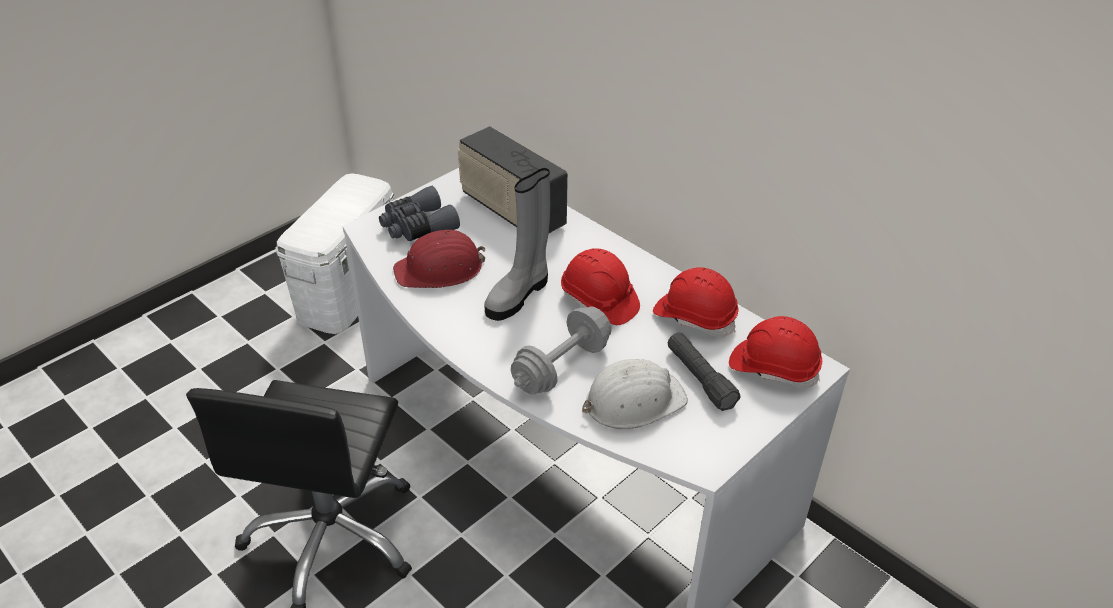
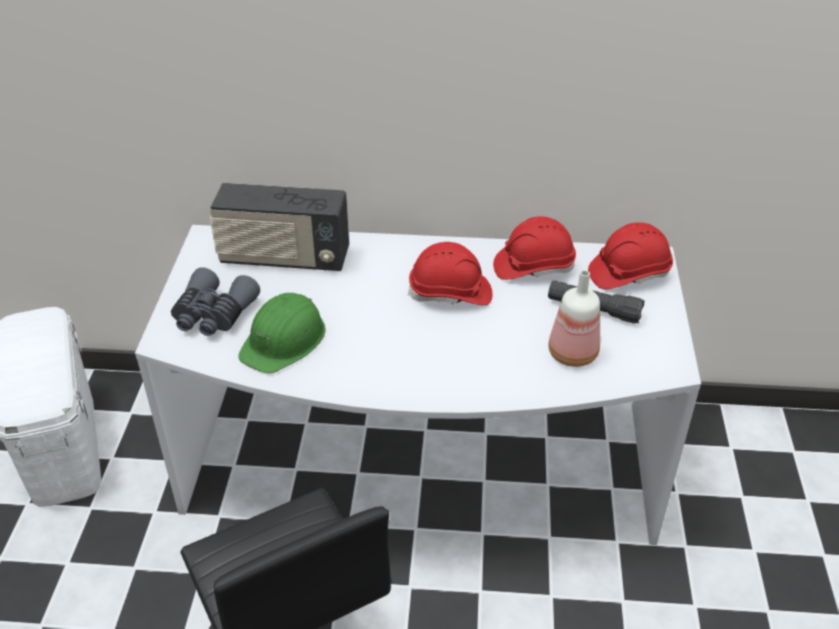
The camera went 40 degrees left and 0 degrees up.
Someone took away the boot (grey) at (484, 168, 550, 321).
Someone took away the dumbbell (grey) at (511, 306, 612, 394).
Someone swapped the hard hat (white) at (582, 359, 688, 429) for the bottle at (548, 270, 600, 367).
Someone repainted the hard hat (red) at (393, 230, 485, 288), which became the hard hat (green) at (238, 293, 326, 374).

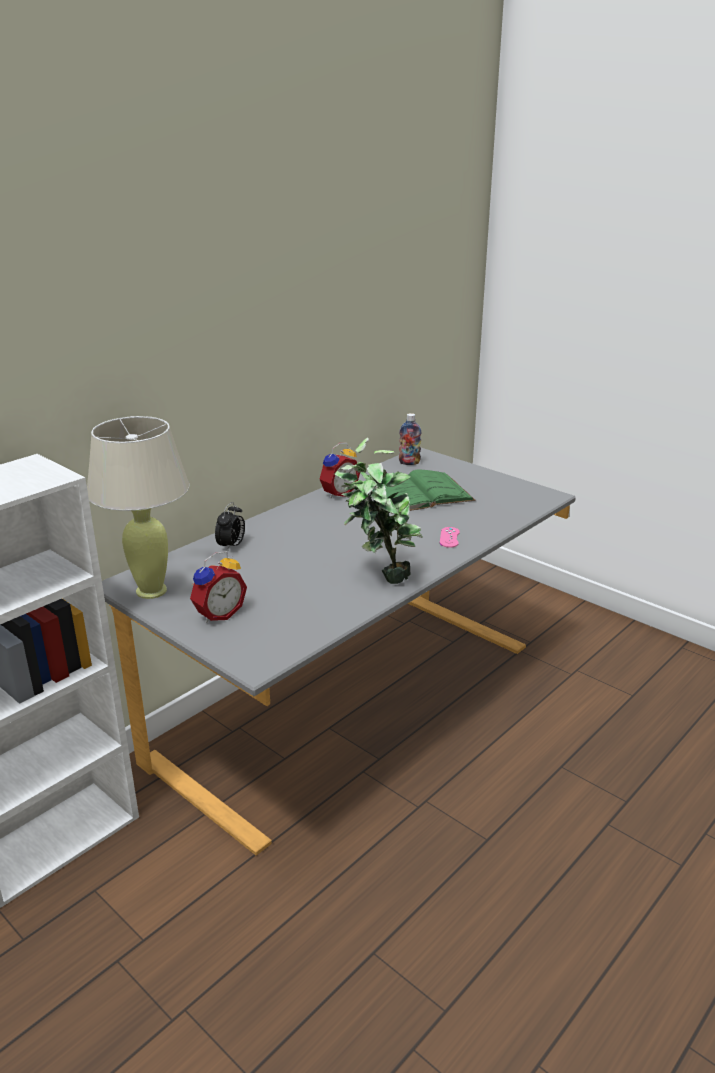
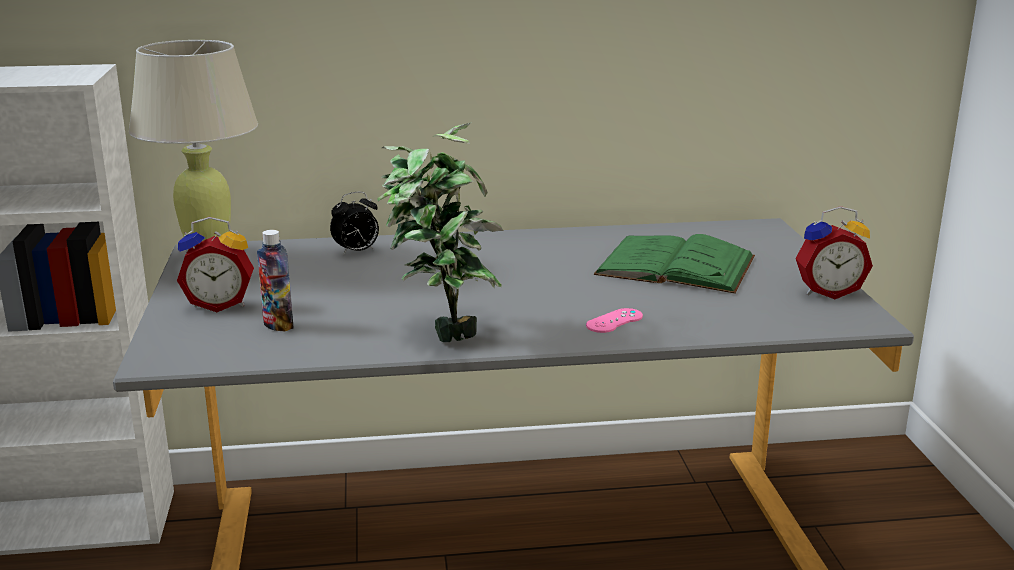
The camera went 40 degrees right and 5 degrees down.
Someone carried the alarm clock from (320, 443, 360, 499) to (795, 206, 873, 299).
Someone carried the bottle from (399, 413, 422, 465) to (257, 230, 294, 332).

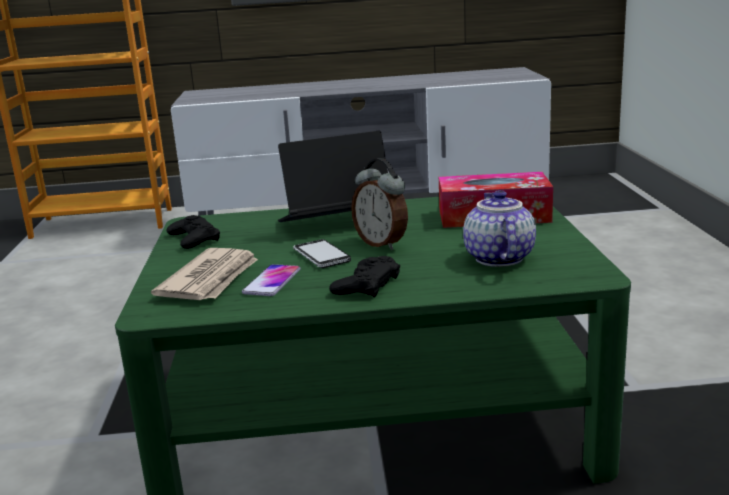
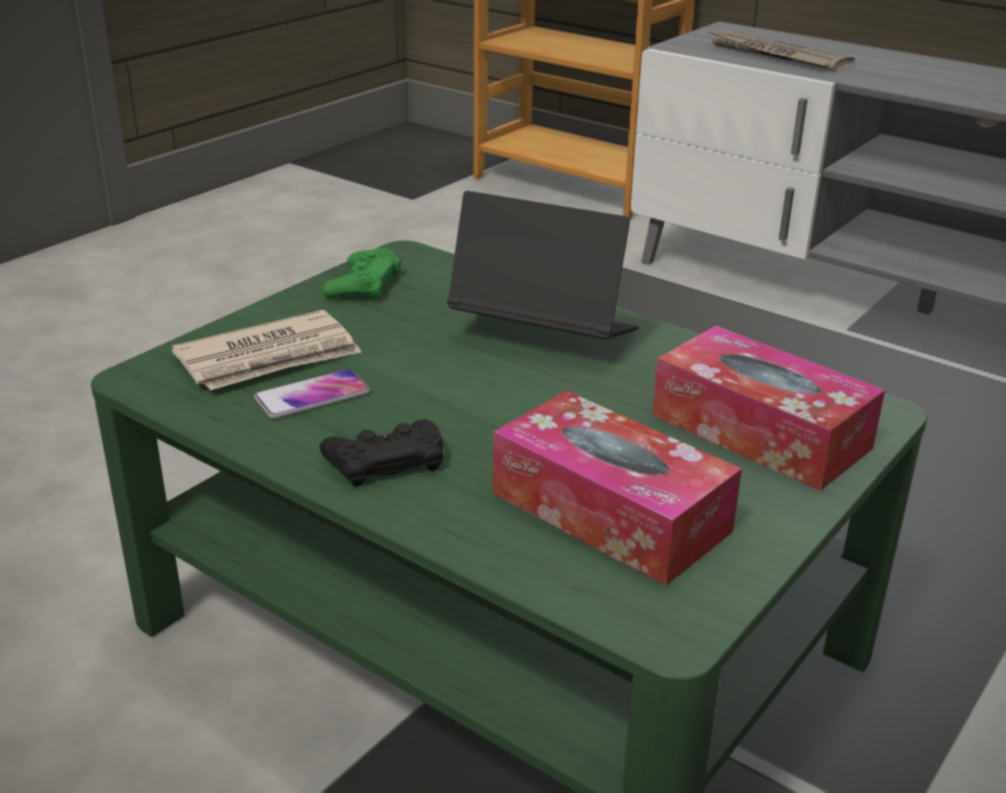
The camera went 40 degrees right and 10 degrees up.
Someone took away the phone at (293, 239, 351, 268).
Someone took away the alarm clock at (351, 158, 408, 250).
Someone put down the newspaper at (707, 31, 855, 71).
Someone swapped the teapot at (463, 190, 536, 267) for the tissue box at (493, 391, 742, 586).
Someone repainted the game controller (black) at (167, 215, 220, 249), which became the game controller (green) at (322, 248, 402, 300).

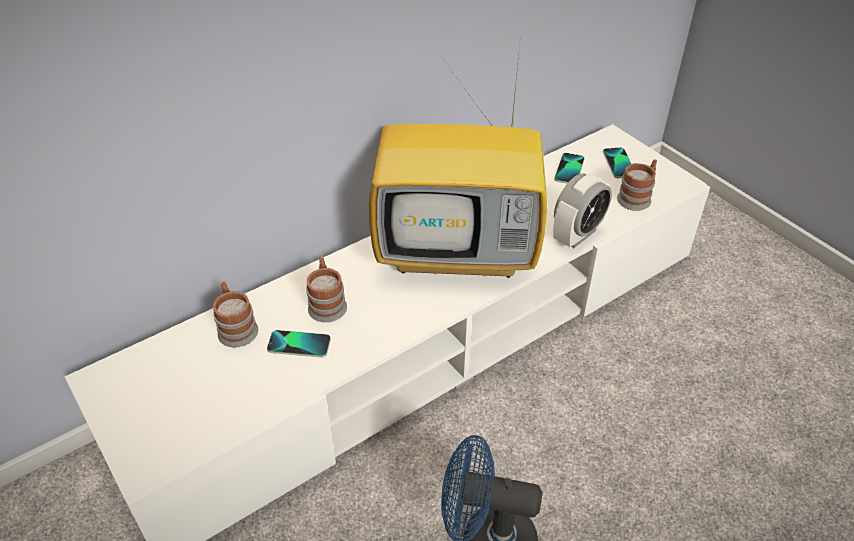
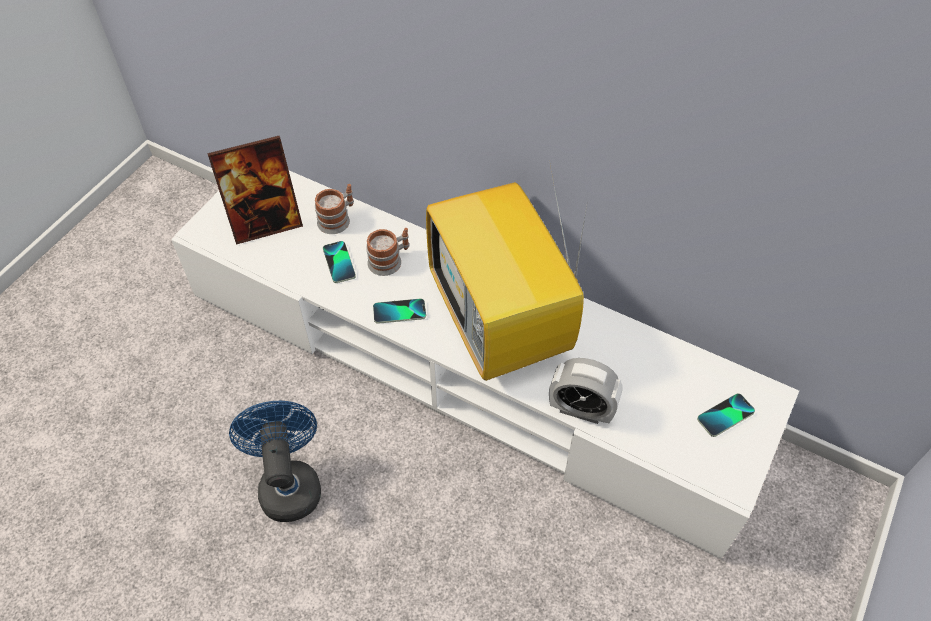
The camera went 65 degrees right and 10 degrees up.
Someone took away the mug at (617, 159, 657, 211).
Someone put down the picture frame at (207, 136, 303, 245).
Someone carried the phone from (554, 153, 584, 184) to (373, 298, 426, 324).

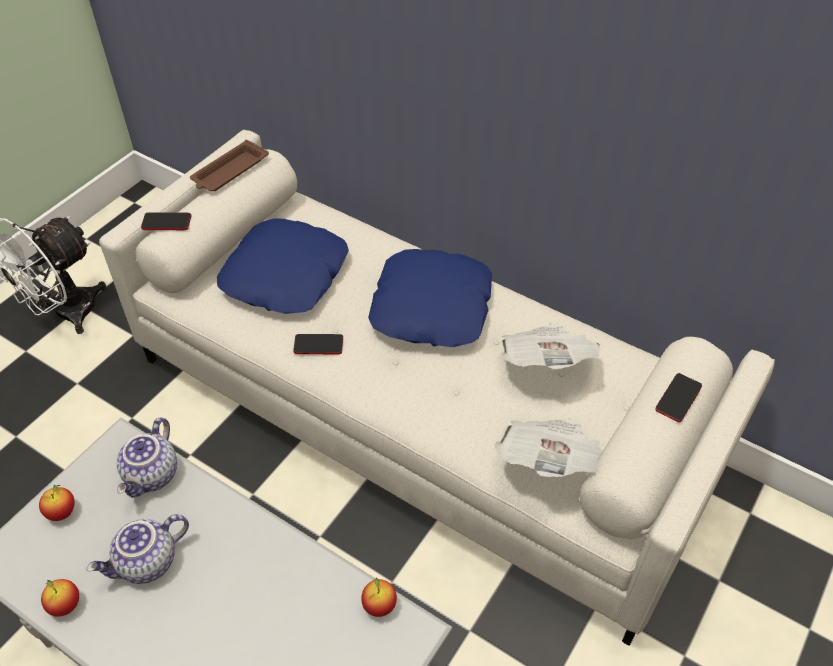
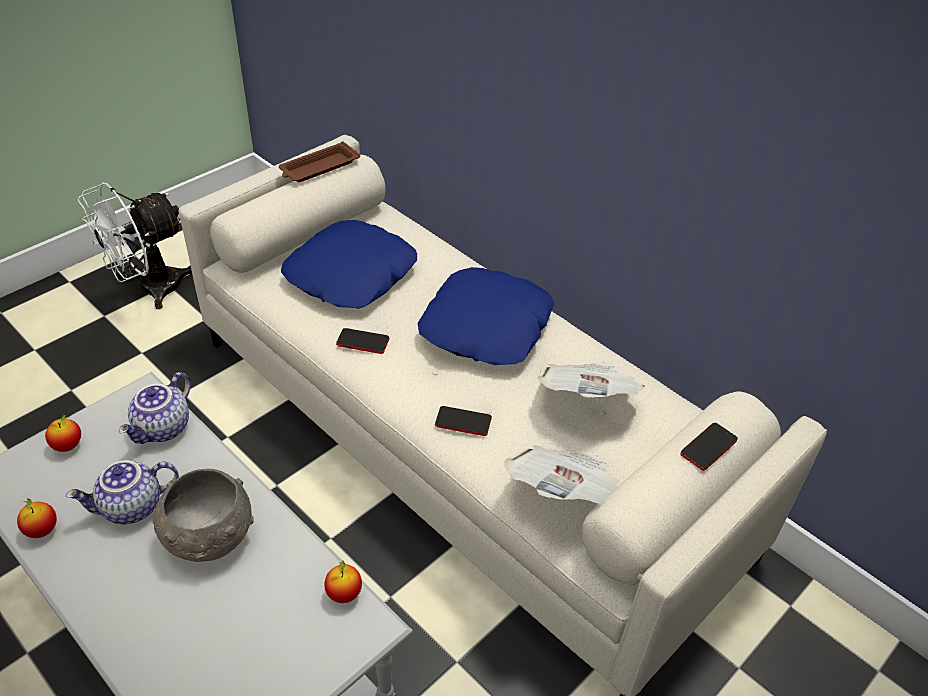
The camera went 10 degrees right and 5 degrees down.
Someone put down the bowl (grey) at (153, 469, 254, 562).
Someone carried the phone from (141, 212, 192, 230) to (435, 406, 492, 436).

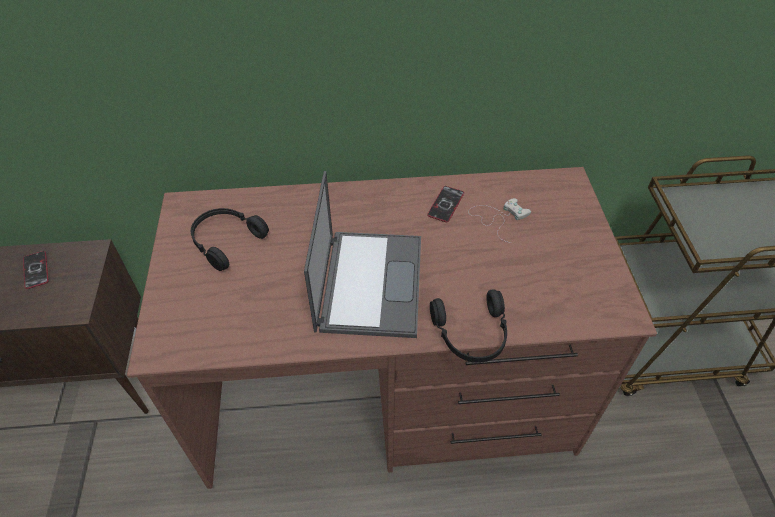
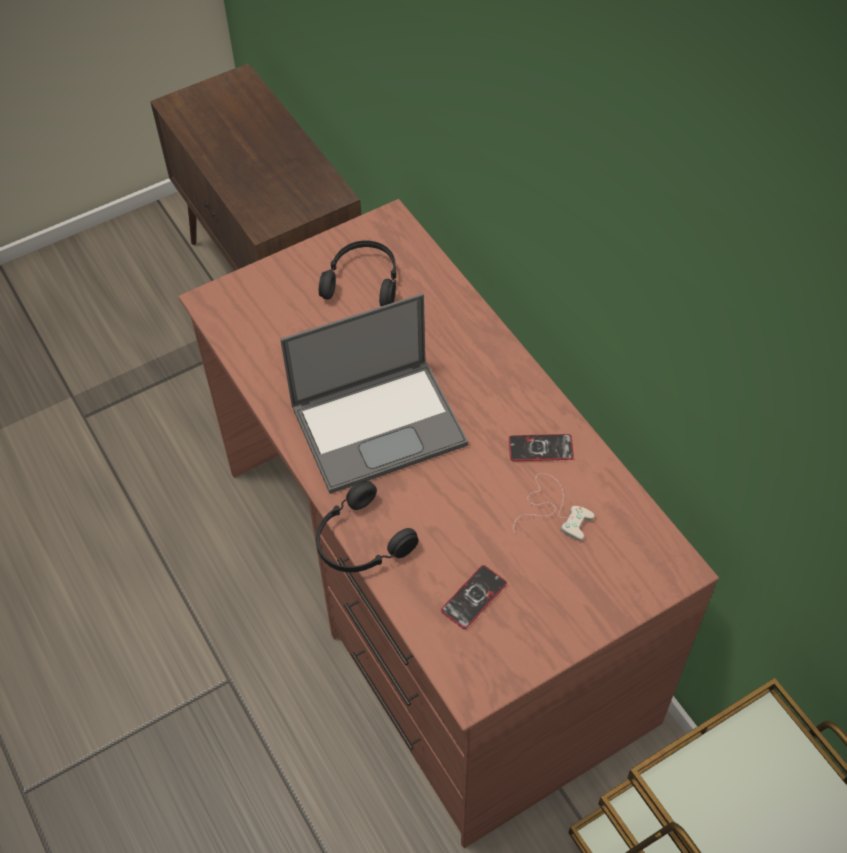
The camera went 65 degrees right and 5 degrees up.
Someone carried the phone from (23, 251, 49, 289) to (441, 565, 507, 629).

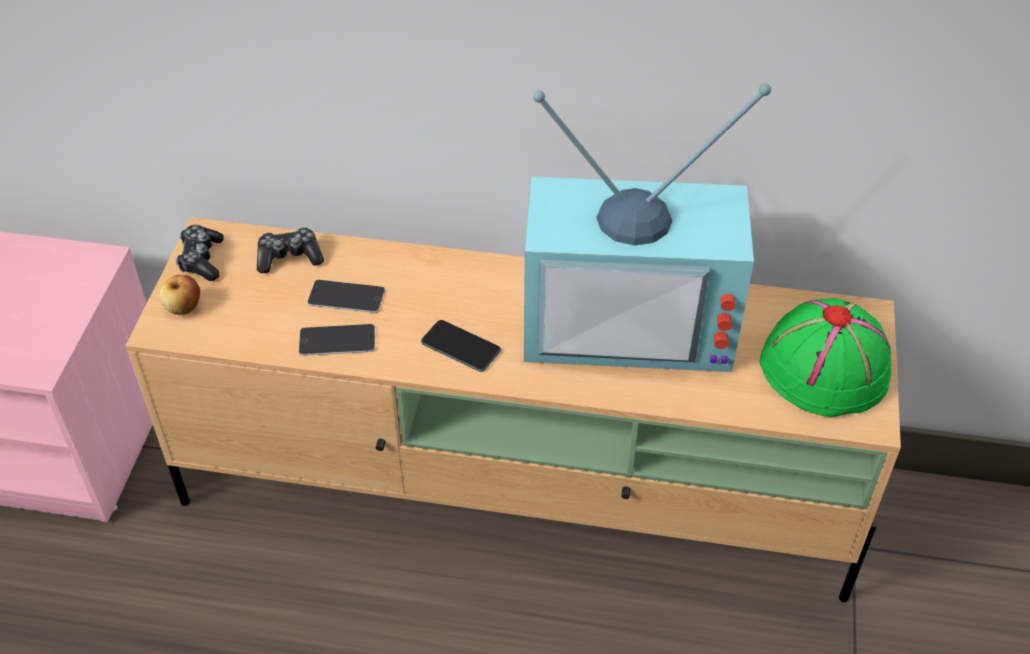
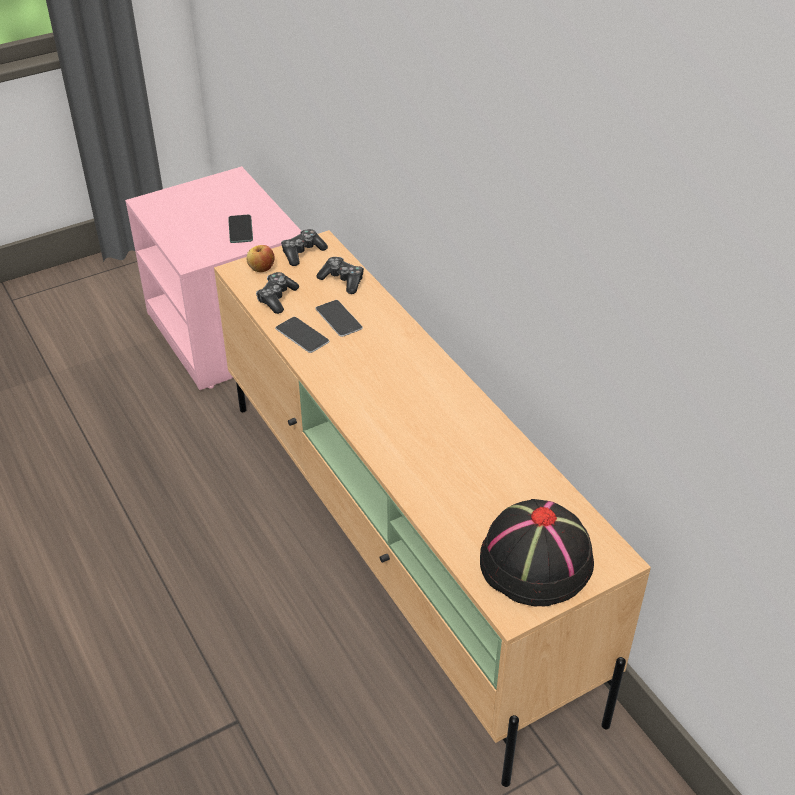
The camera went 50 degrees right and 5 degrees down.
Someone took away the television at (524, 84, 771, 372).
Someone put down the game controller at (256, 272, 299, 314).
Someone carried the phone from (421, 320, 501, 372) to (228, 215, 253, 243).
Someone repainted the hat (green) at (759, 298, 891, 417), which became the hat (black) at (480, 499, 594, 606).

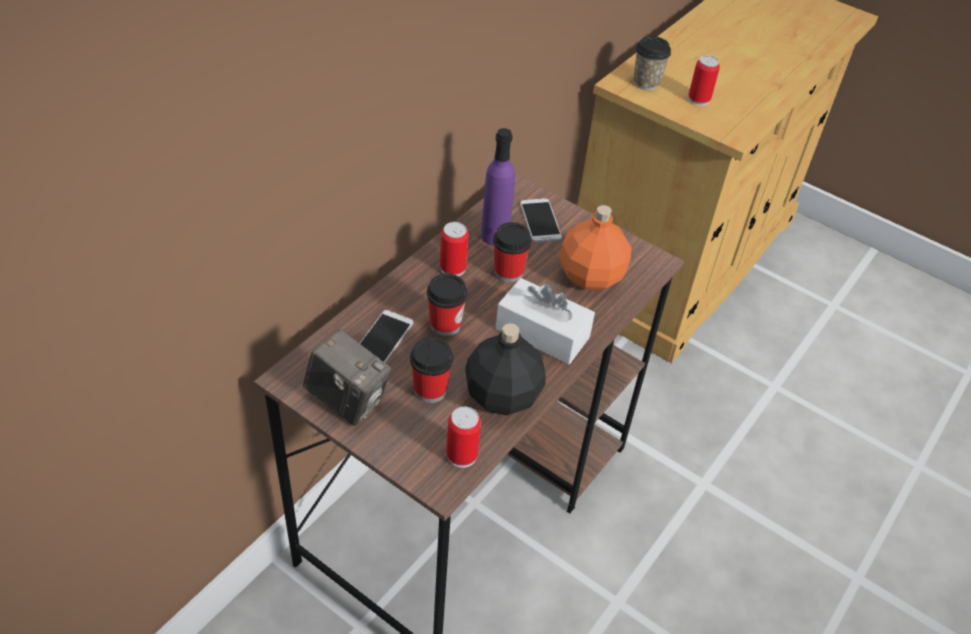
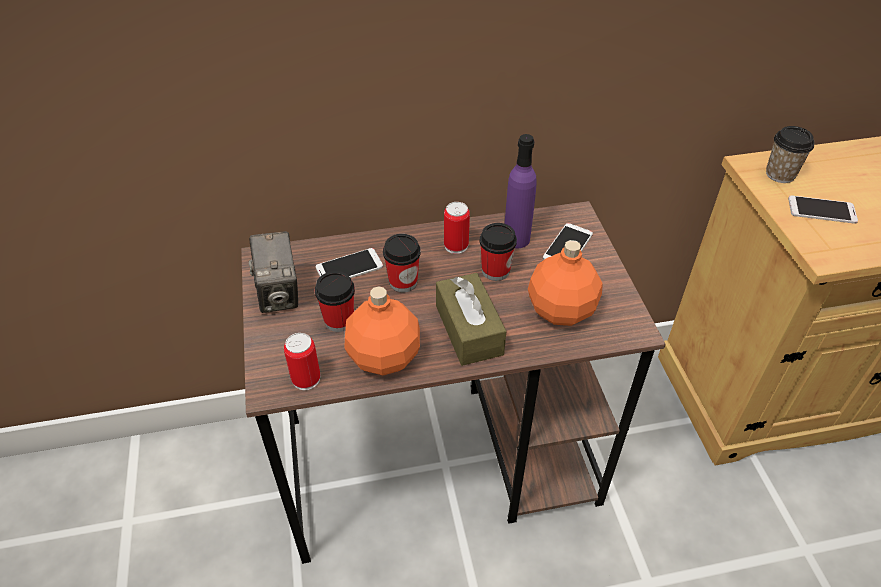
The camera went 45 degrees right and 0 degrees up.
Someone swapped the can at (688, 55, 720, 106) for the phone at (788, 195, 858, 224).
Someone repainted the bottle (black) at (465, 323, 546, 415), which became the bottle (orange) at (344, 287, 420, 375).
Someone repainted the tissue box (white) at (496, 278, 595, 365), which became the tissue box (brown) at (436, 273, 506, 366).

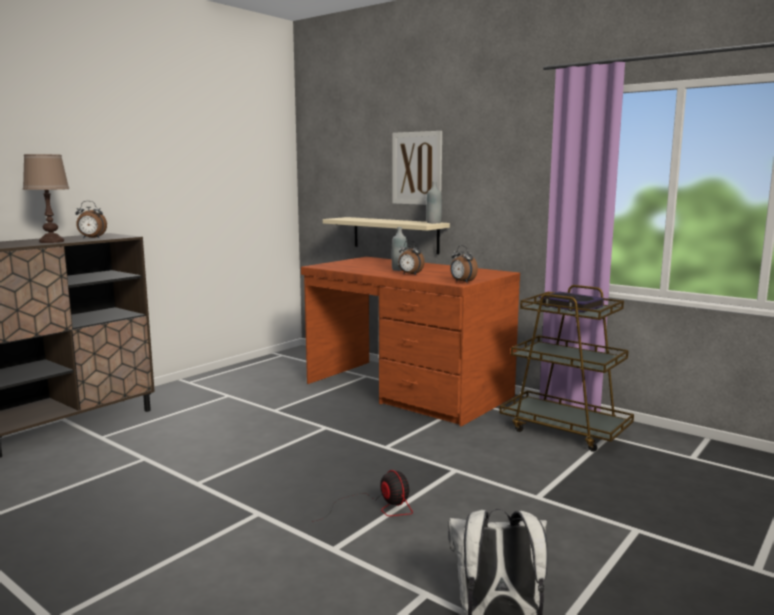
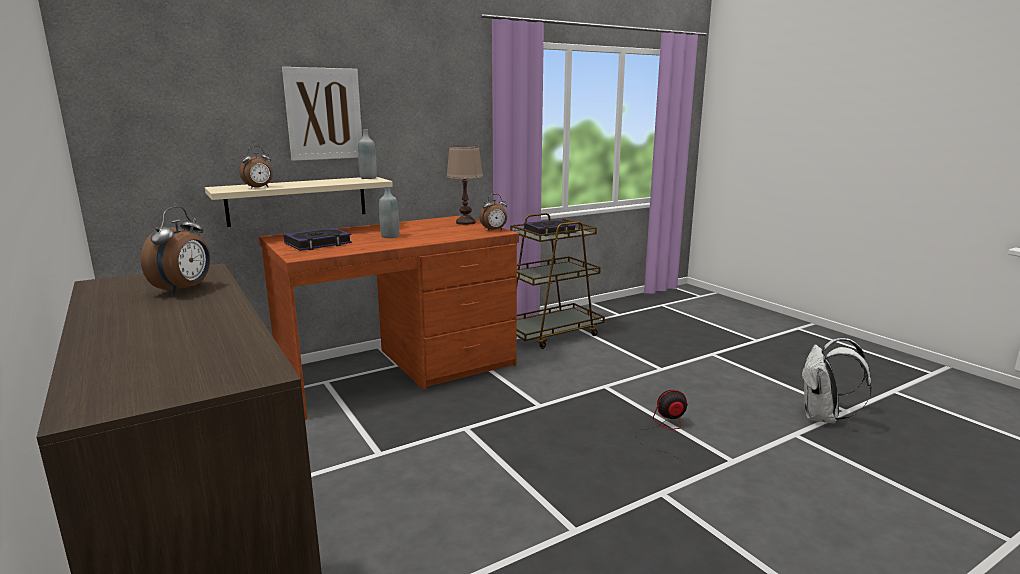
The camera went 70 degrees left and 5 degrees up.
Someone put down the book at (283, 228, 352, 251).
Someone carried the table lamp (brown) from (23, 154, 69, 243) to (446, 145, 483, 225).
Someone carried the alarm clock from (398, 240, 425, 275) to (239, 146, 273, 189).

